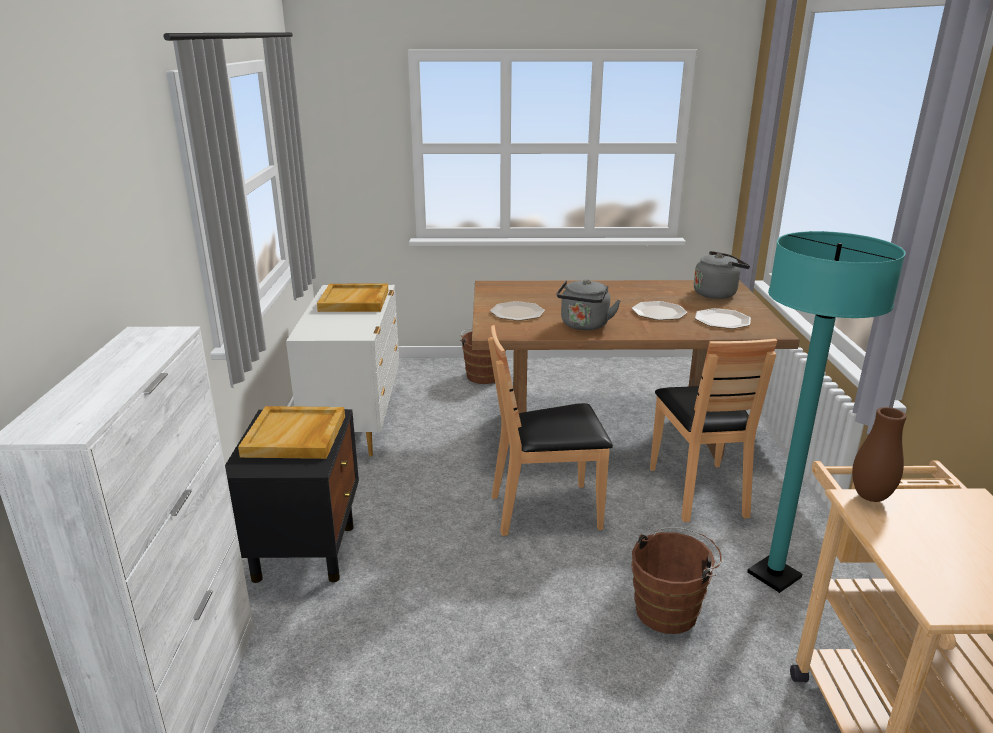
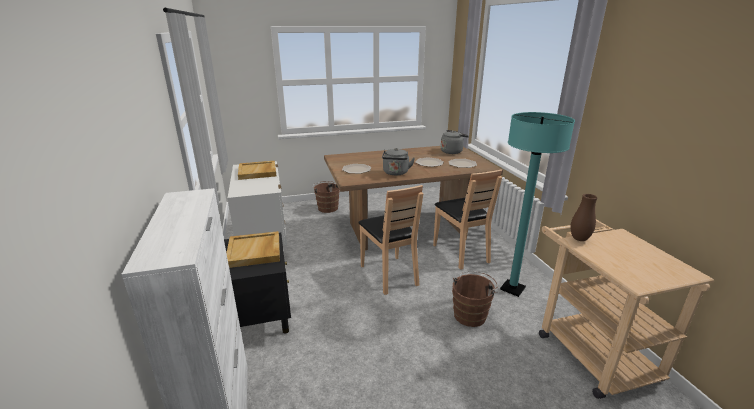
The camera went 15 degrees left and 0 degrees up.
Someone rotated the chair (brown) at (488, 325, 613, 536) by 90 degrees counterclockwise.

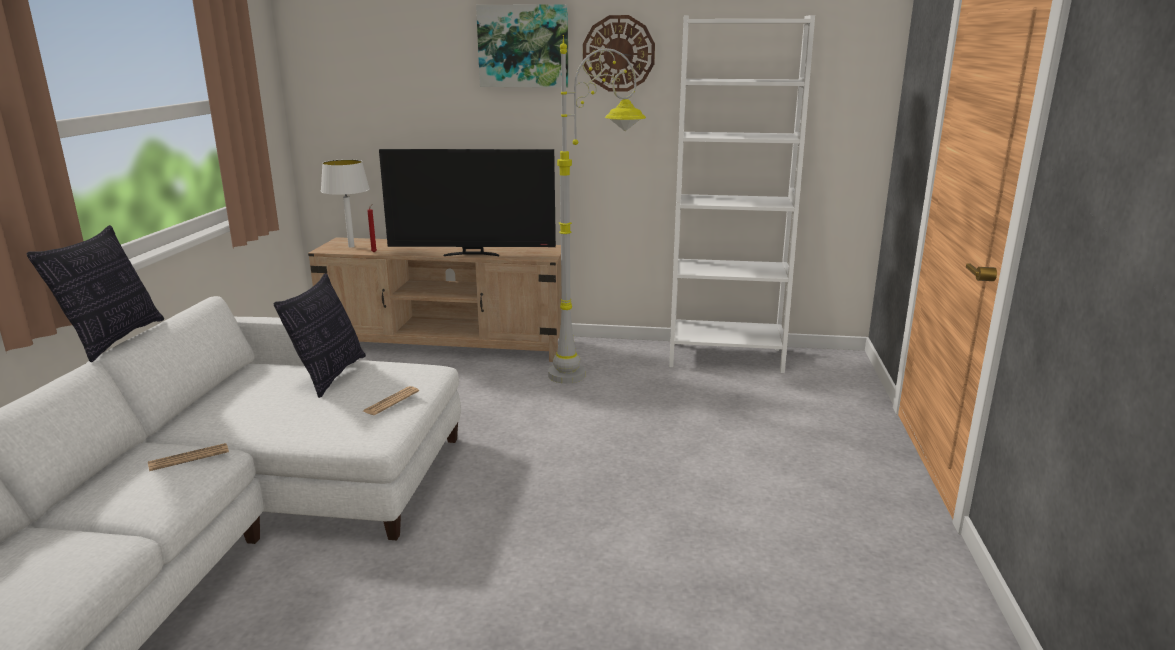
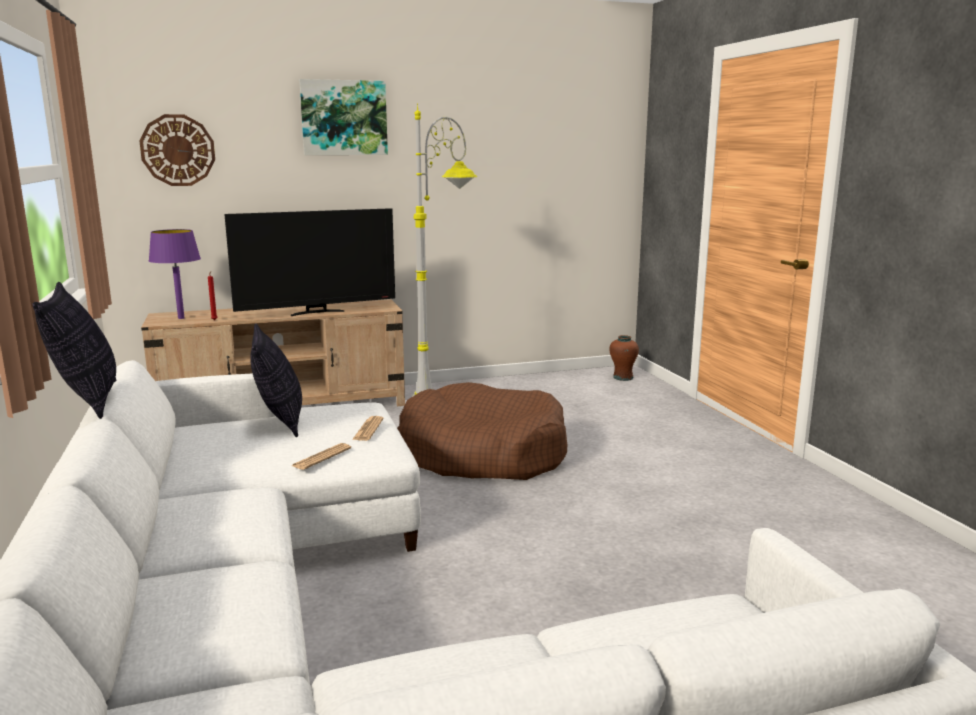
The camera went 25 degrees left and 5 degrees down.
Someone took away the bookcase (white) at (669, 15, 815, 373).
Someone put down the dog bed (brown) at (397, 382, 567, 480).
Someone put down the vase (brown) at (609, 335, 639, 381).
Someone carried the newspaper from (148, 443, 229, 471) to (292, 443, 351, 470).
Someone carried the wall clock from (583, 15, 655, 92) to (139, 114, 215, 186).
Someone repainted the table lamp (white) at (321, 159, 370, 248), which became the table lamp (purple) at (149, 229, 201, 319).

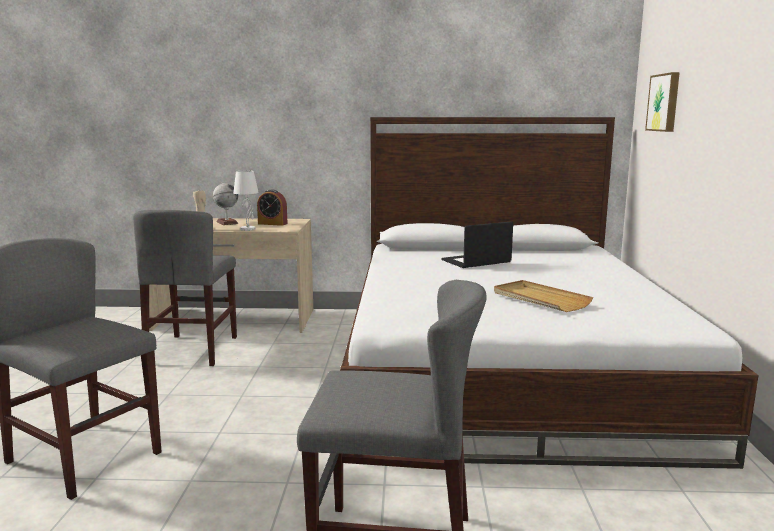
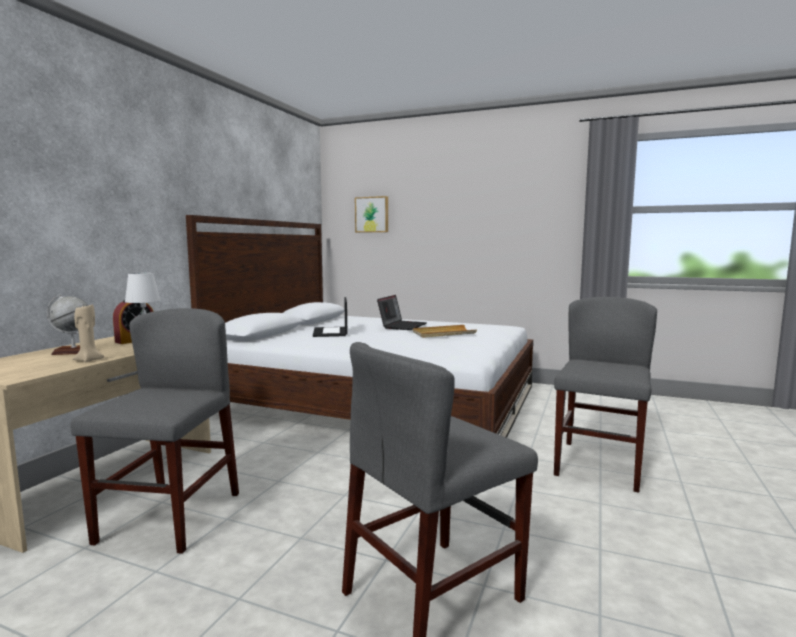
The camera went 70 degrees left and 5 degrees down.
Someone put down the laptop at (377, 295, 427, 330).
Someone rotated the chair (grey) at (133, 210, 237, 366) by 105 degrees counterclockwise.

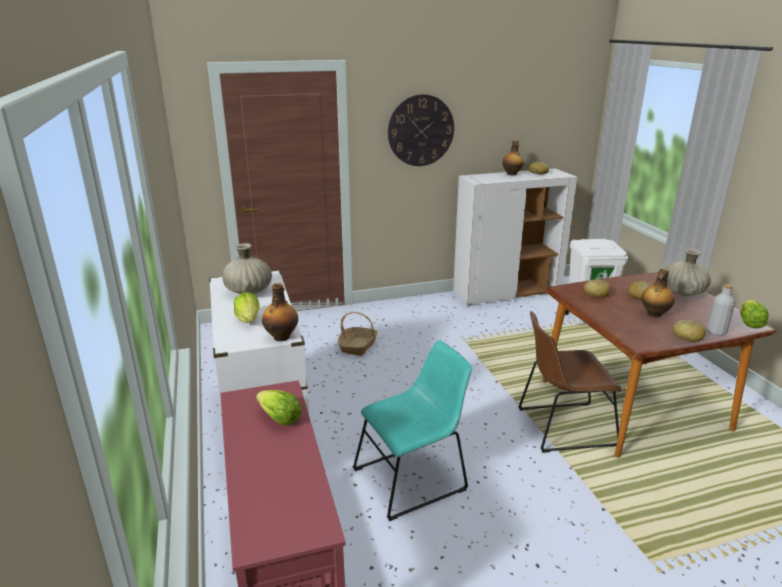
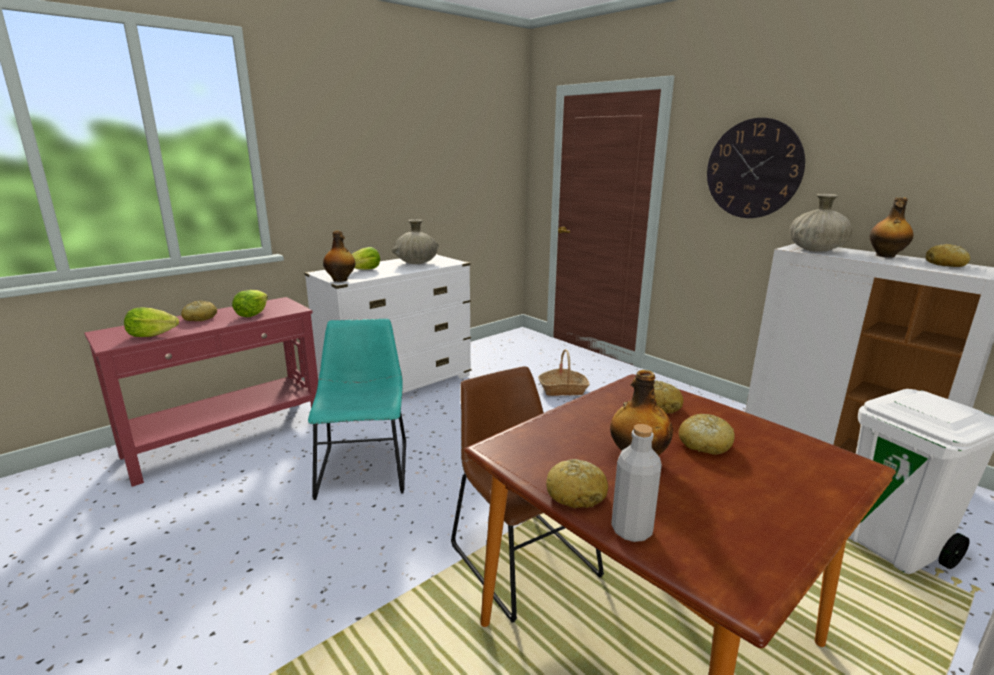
The camera went 65 degrees right and 5 degrees down.
Someone put down the bread at (181, 300, 217, 321).
Someone carried the vase (beige) from (665, 249, 711, 296) to (789, 194, 852, 252).
Someone carried the lettuce from (740, 300, 769, 328) to (124, 307, 179, 337).
Someone rotated the chair (turquoise) at (353, 340, 472, 521) by 135 degrees counterclockwise.

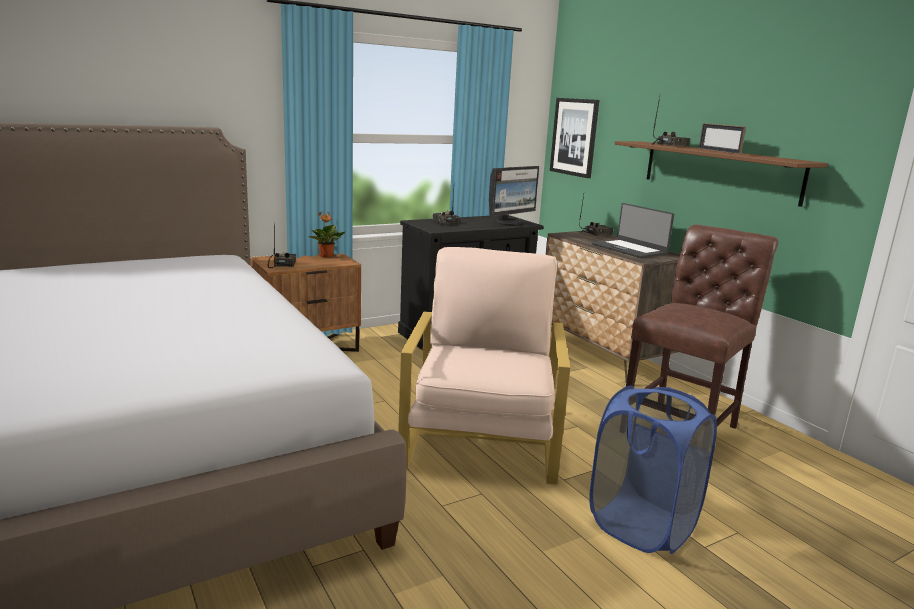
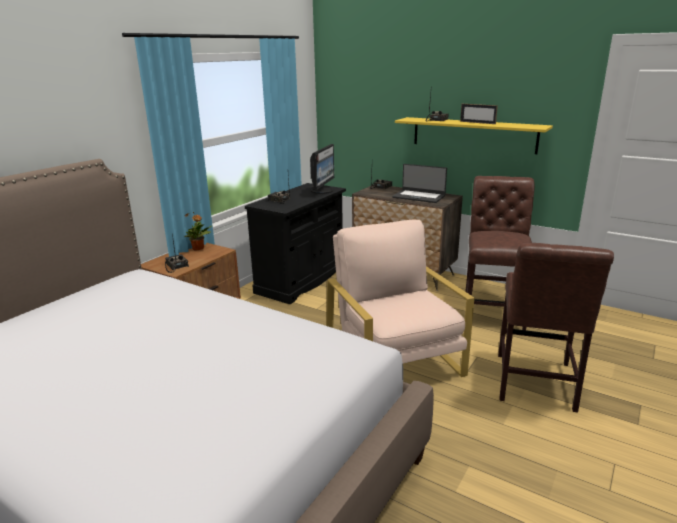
The camera went 25 degrees left and 5 degrees up.
Someone took away the picture at (550, 98, 599, 178).
Someone swapped the laundry basket (blue) at (589, 386, 717, 554) for the chair (brown) at (498, 243, 614, 413).
Someone repainted the shelf (brown) at (614, 141, 828, 207), which became the shelf (yellow) at (395, 117, 553, 154).

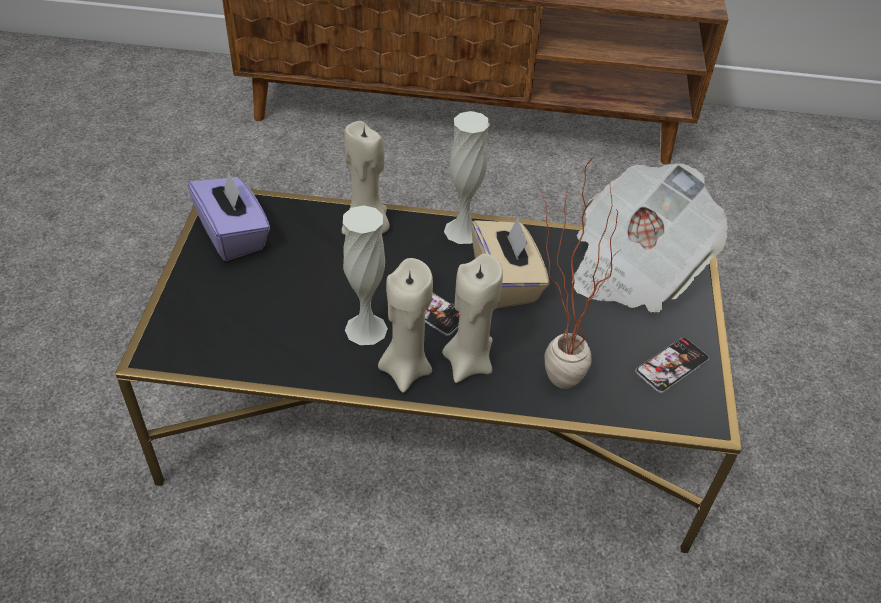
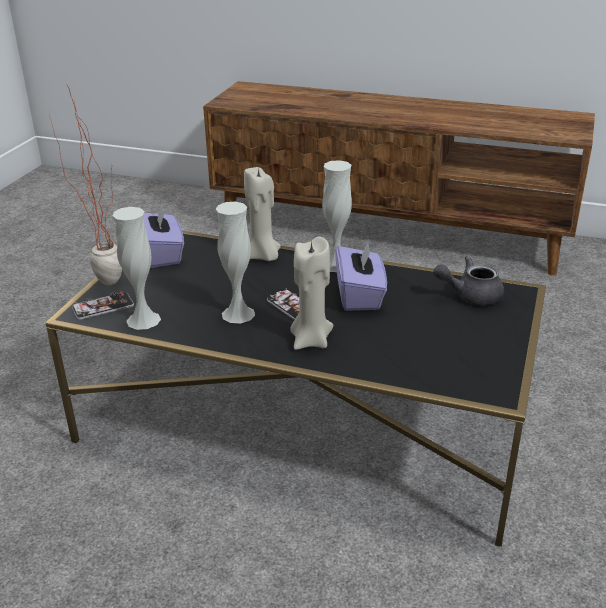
The camera went 15 degrees right and 15 degrees down.
Someone took away the candle (beige) at (378, 258, 433, 393).
Someone put down the vase (white) at (113, 207, 161, 330).
Someone carried the potted plant from (541, 157, 620, 389) to (49, 85, 122, 285).
Someone carried the phone from (635, 337, 709, 393) to (72, 291, 134, 320).
Someone swapped the newspaper at (572, 163, 728, 313) for the teapot (grey) at (433, 256, 504, 305).
Someone repainted the tissue box (beige) at (471, 217, 549, 308), which became the tissue box (purple) at (335, 240, 387, 311).

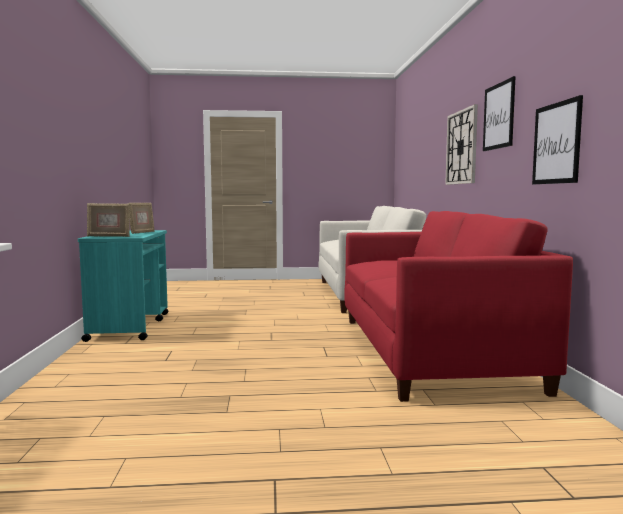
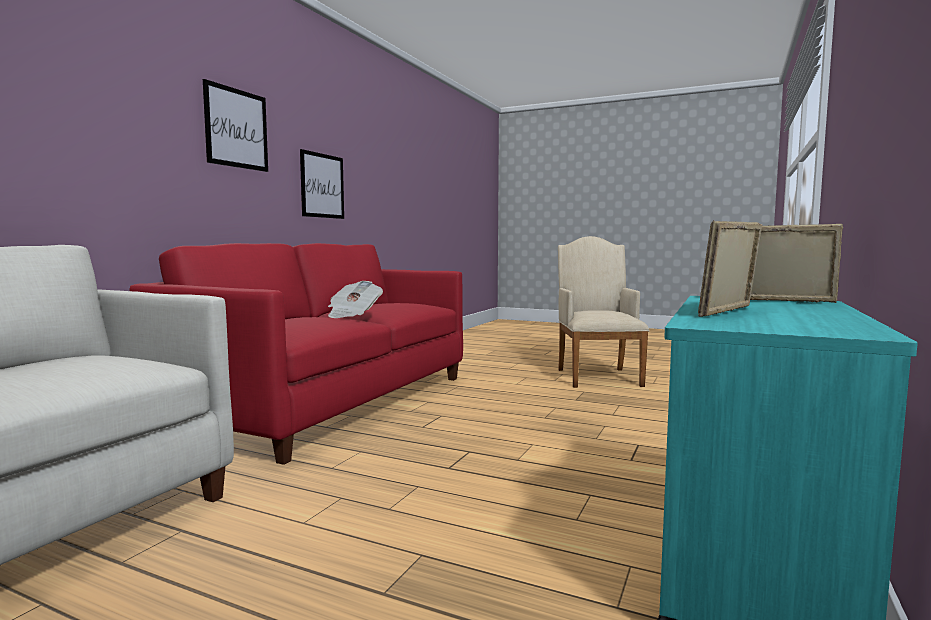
The camera went 150 degrees left and 0 degrees up.
Someone took away the wall clock at (445, 104, 478, 185).
Someone put down the newspaper at (328, 281, 383, 318).
Someone put down the armchair (beige) at (558, 236, 650, 388).

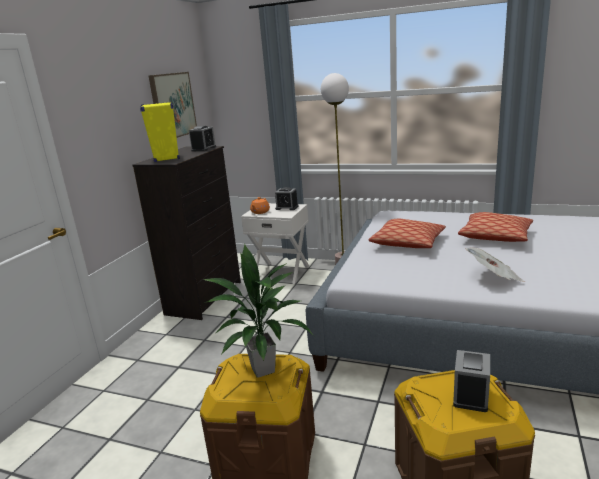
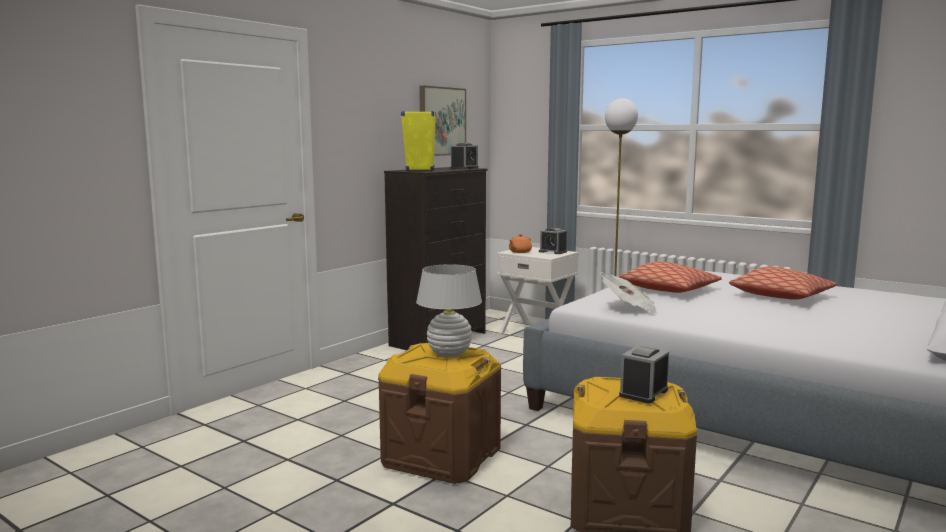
The camera went 15 degrees right and 10 degrees down.
Someone carried the newspaper from (465, 247, 525, 282) to (600, 272, 657, 314).
Someone swapped the potted plant at (203, 244, 314, 378) for the table lamp (white) at (416, 264, 482, 357).

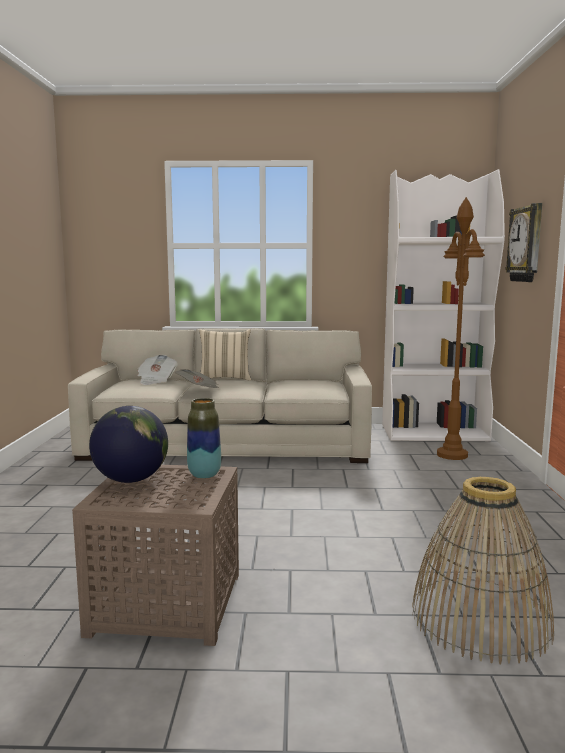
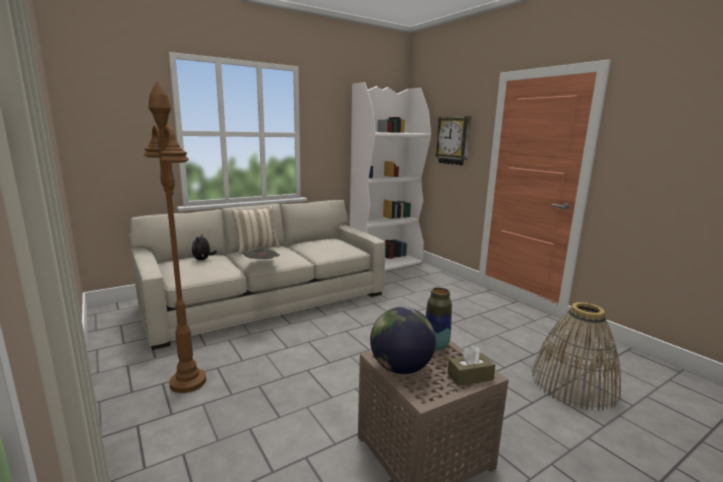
The camera went 35 degrees left and 5 degrees up.
Someone put down the tissue box (brown) at (447, 345, 495, 386).
Someone carried the floor lamp (brown) from (437, 197, 485, 460) to (144, 81, 206, 393).
Someone swapped the newspaper at (137, 355, 178, 385) for the plush toy at (192, 233, 217, 260).

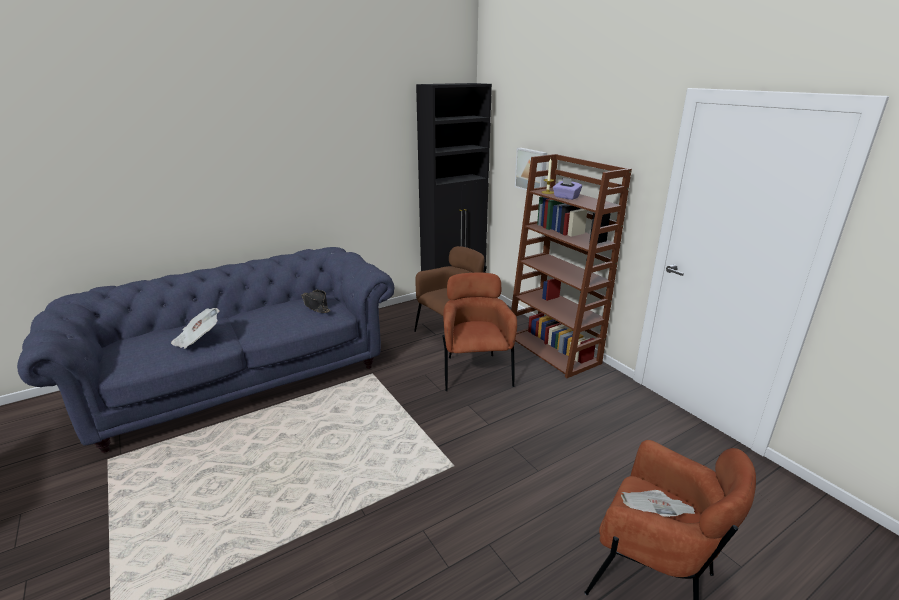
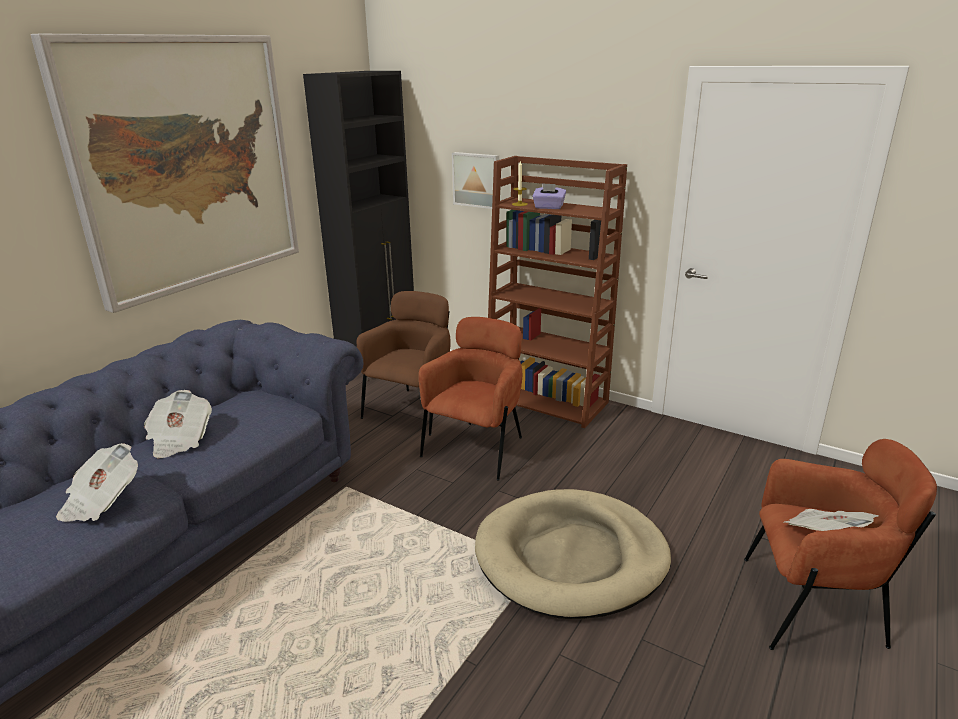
The camera went 25 degrees left and 0 degrees up.
Someone took away the hat (black) at (301, 290, 330, 313).
Someone put up the picture at (31, 34, 299, 313).
Someone put down the newspaper at (144, 390, 212, 458).
Someone put down the dog bed (beige) at (475, 489, 671, 619).
Someone rotated the armchair (brown) at (443, 272, 517, 391) by 60 degrees clockwise.

